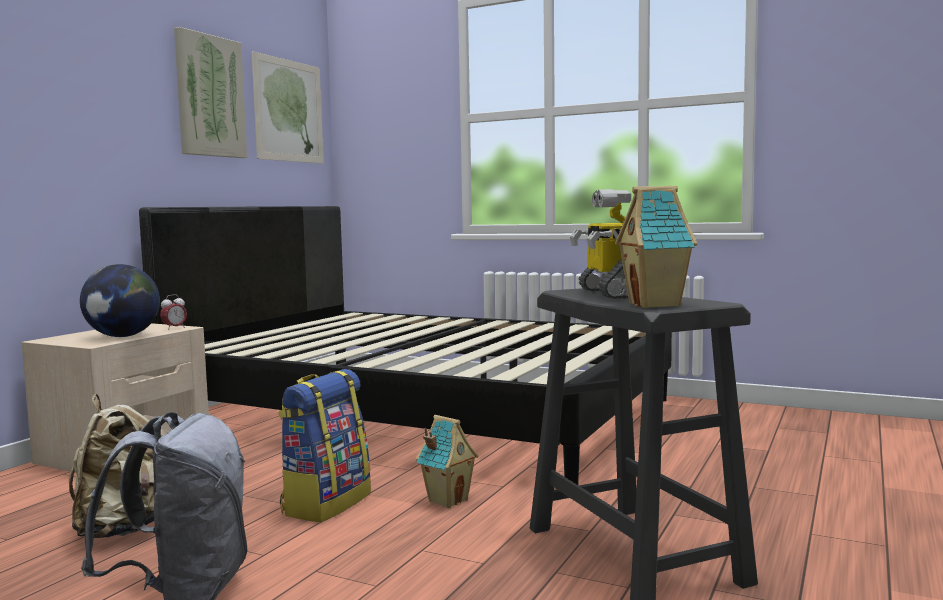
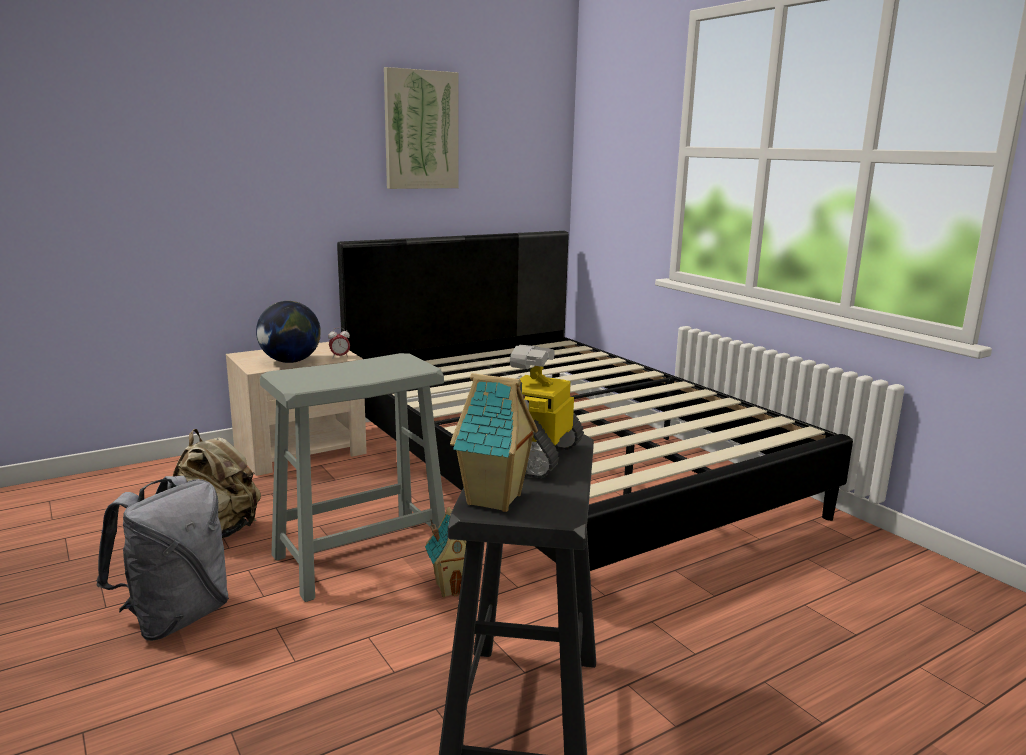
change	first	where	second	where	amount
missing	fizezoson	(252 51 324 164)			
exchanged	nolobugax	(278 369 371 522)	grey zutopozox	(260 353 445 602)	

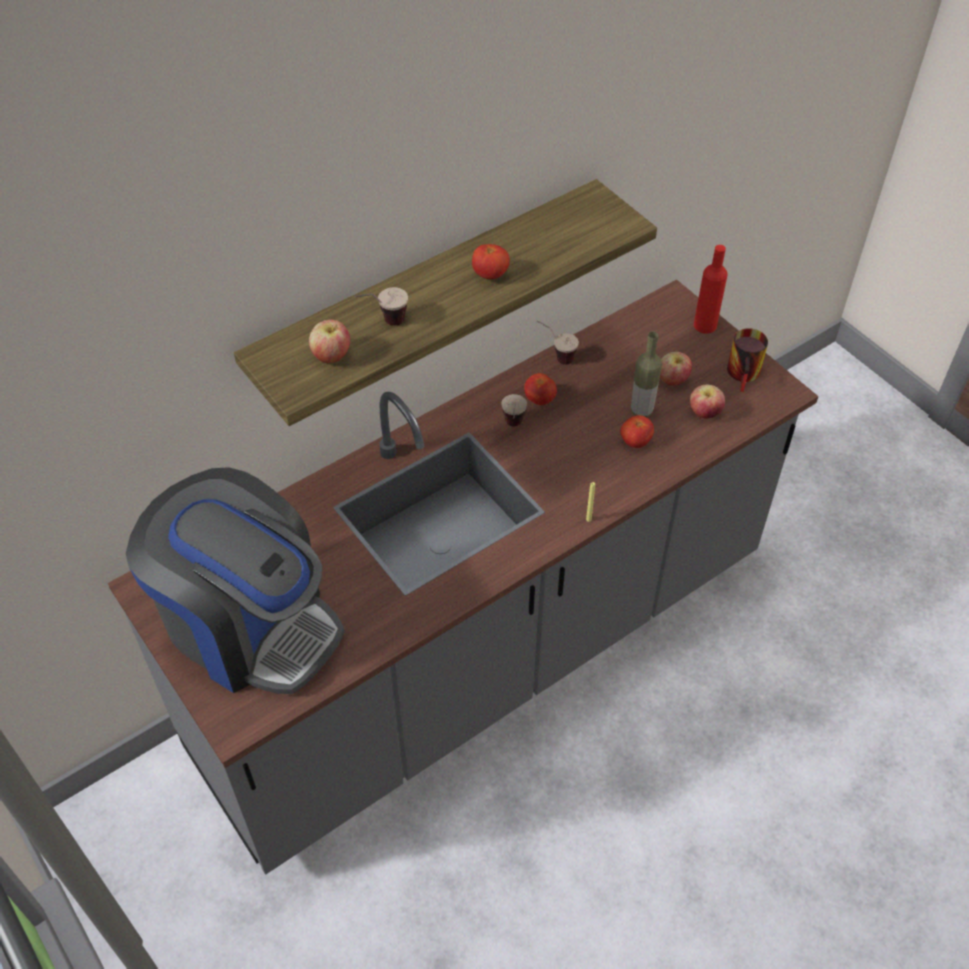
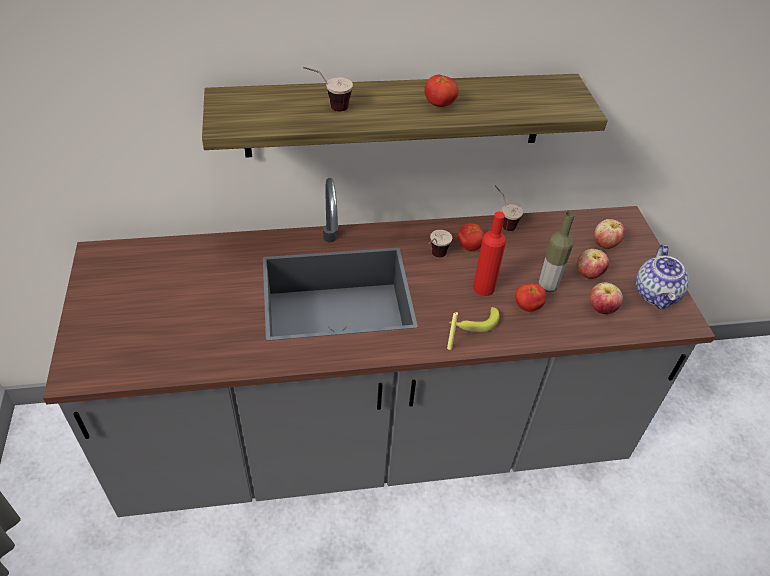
change	first	where	second	where	amount
missing	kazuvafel	(126 467 344 694)			
relocated	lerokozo	(309 319 350 363)		(594 219 625 249)	
relocated	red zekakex	(694 245 728 334)		(473 212 506 296)	
exchanged	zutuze	(727 328 768 392)	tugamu	(636 244 689 309)	
appeared			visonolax	(449 307 499 332)	

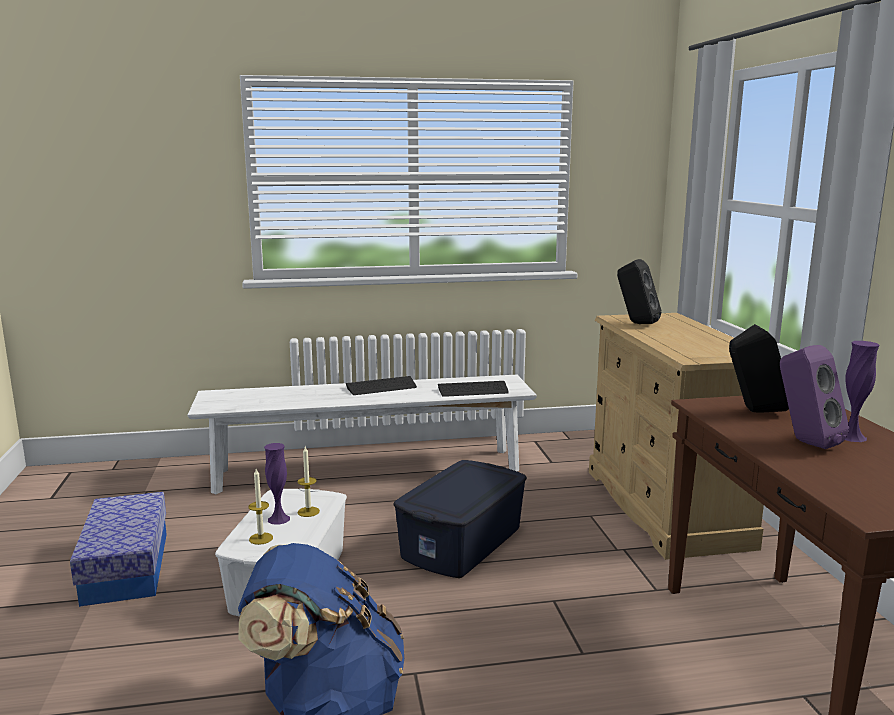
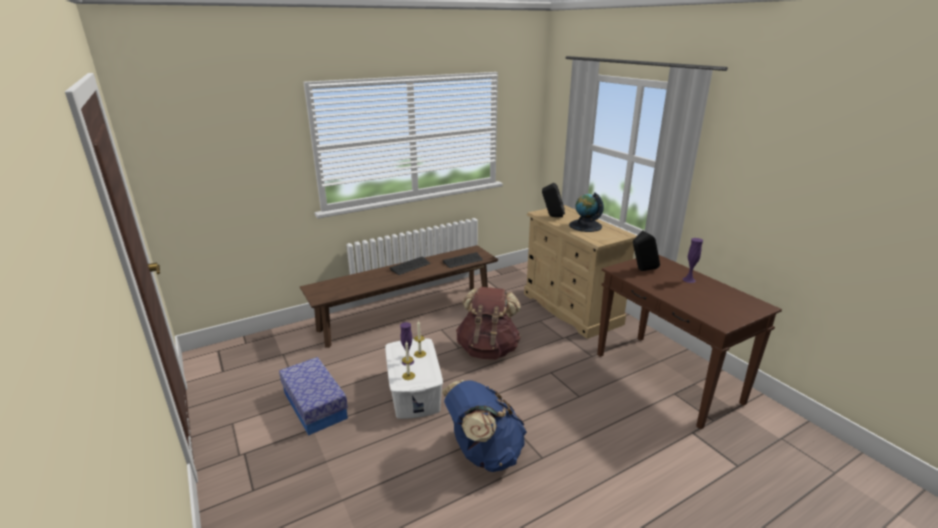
change	first	where	second	where	amount
colour	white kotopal	(188 375 537 494)	brown kotopal	(300 245 498 348)	
exchanged	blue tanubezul	(393 460 527 578)	brown nolobugax	(456 287 521 360)	
missing	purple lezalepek	(780 345 849 449)			
appeared			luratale	(569 193 604 232)	

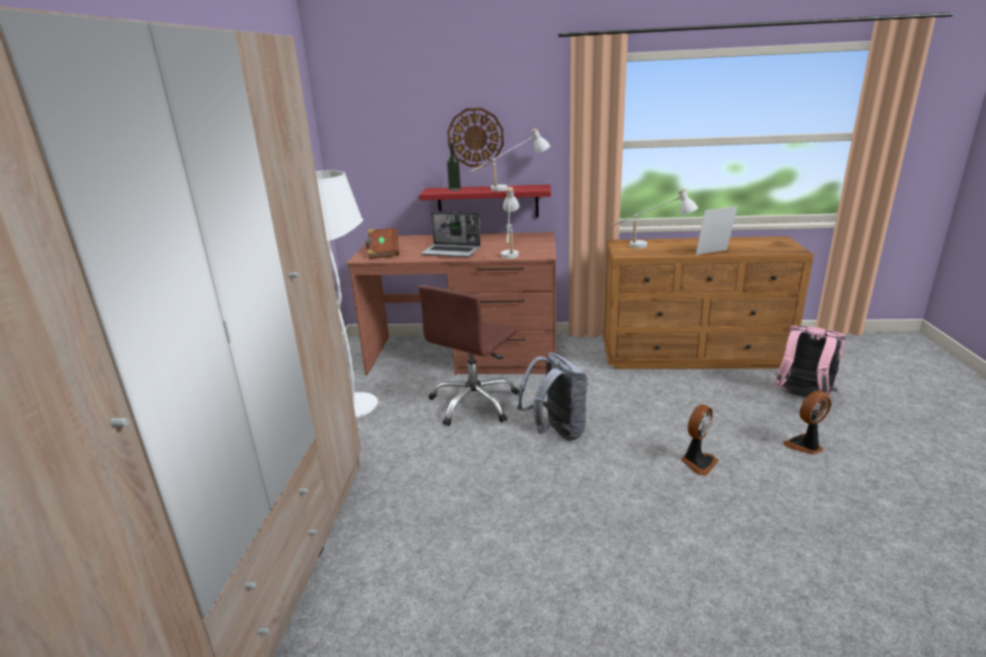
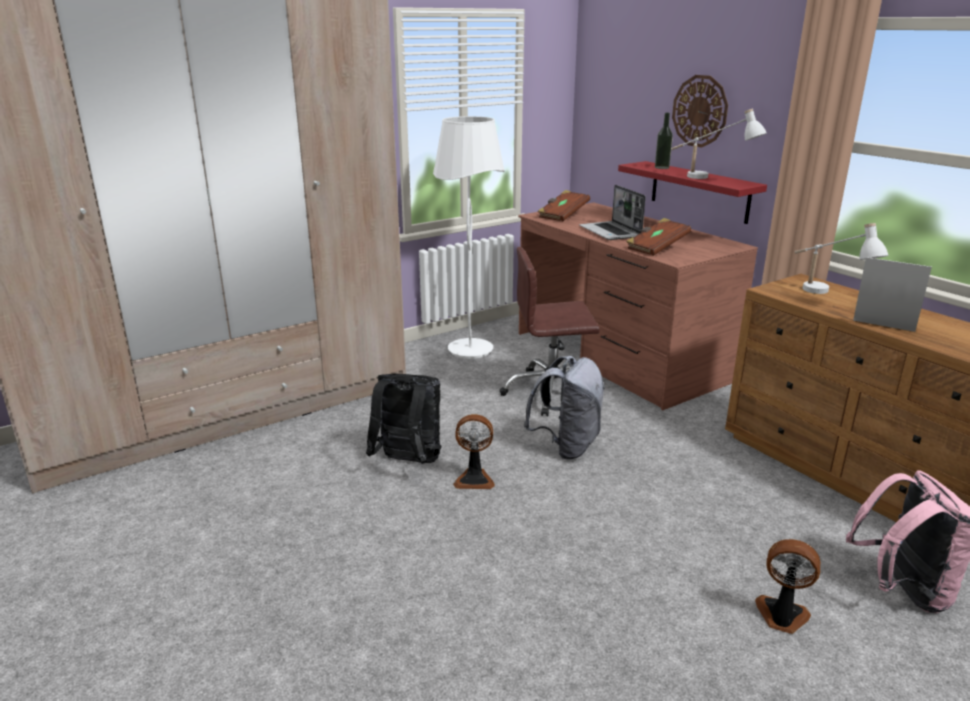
change	first	where	second	where	amount
exchanged	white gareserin	(501 187 519 259)	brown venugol	(626 218 691 256)	
relocated	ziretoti	(681 405 719 476)		(453 414 495 489)	
appeared			black nolobugax	(366 374 441 464)	

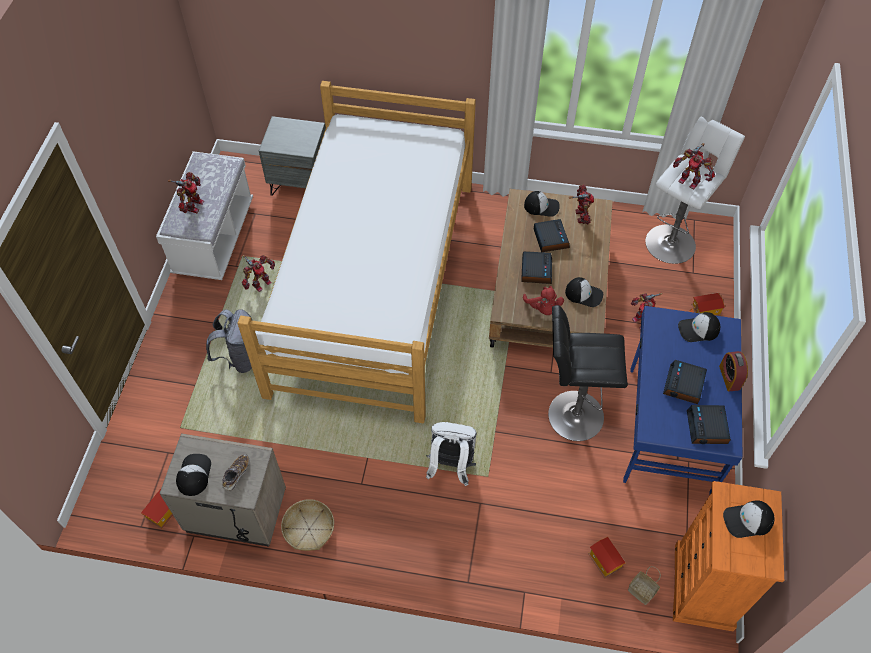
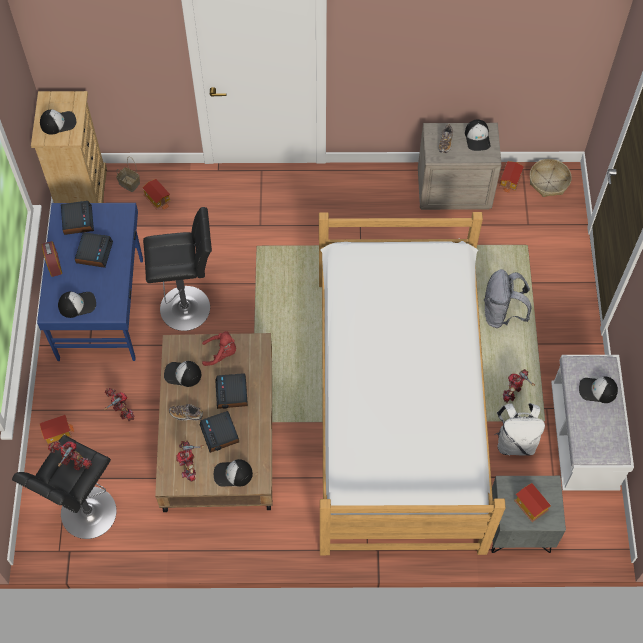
change	first	where	second	where	amount
exchanged	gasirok	(168 172 204 213)	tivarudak	(579 377 618 403)	
relocated	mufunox	(281 499 334 551)		(530 159 572 197)	
relocated	white nolobugax	(426 422 477 486)		(494 403 545 456)	
spun	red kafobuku	(523 286 564 315)		(202 331 236 366)	120 degrees clockwise
colour	white zutopozox	(645 117 745 264)	black zutopozox	(12 435 117 539)	
colour	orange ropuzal	(673 481 784 631)	beige ropuzal	(31 91 107 203)	
appeared			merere	(169 404 203 420)	
appeared			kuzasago	(514 483 551 522)	

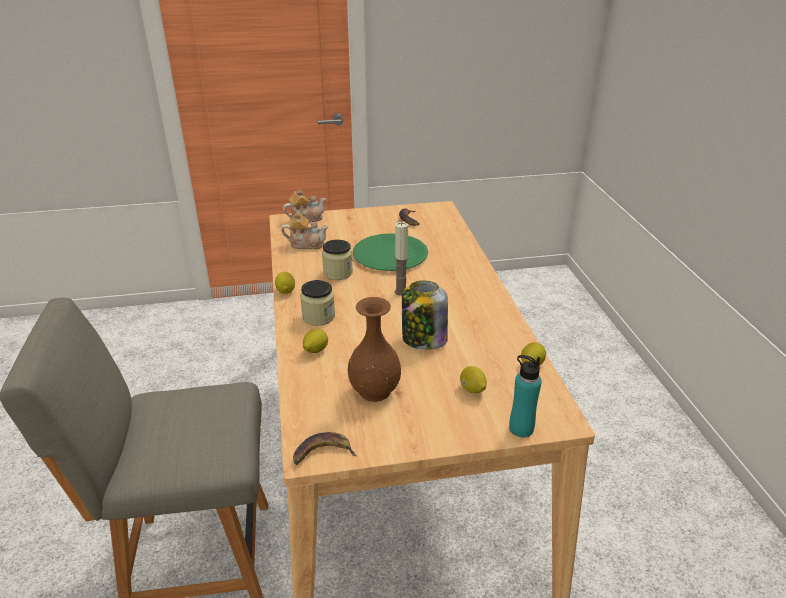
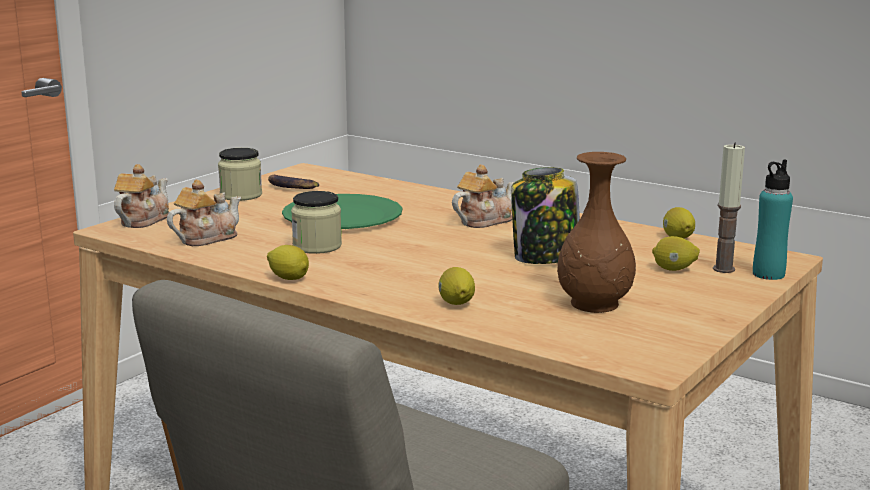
change	first	where	second	where	amount
missing	visonolax	(293 432 356 465)			
relocated	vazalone	(300 280 335 326)		(218 148 262 201)	
relocated	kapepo	(394 222 408 296)		(713 143 745 273)	
appeared			tugamu	(452 165 514 228)	

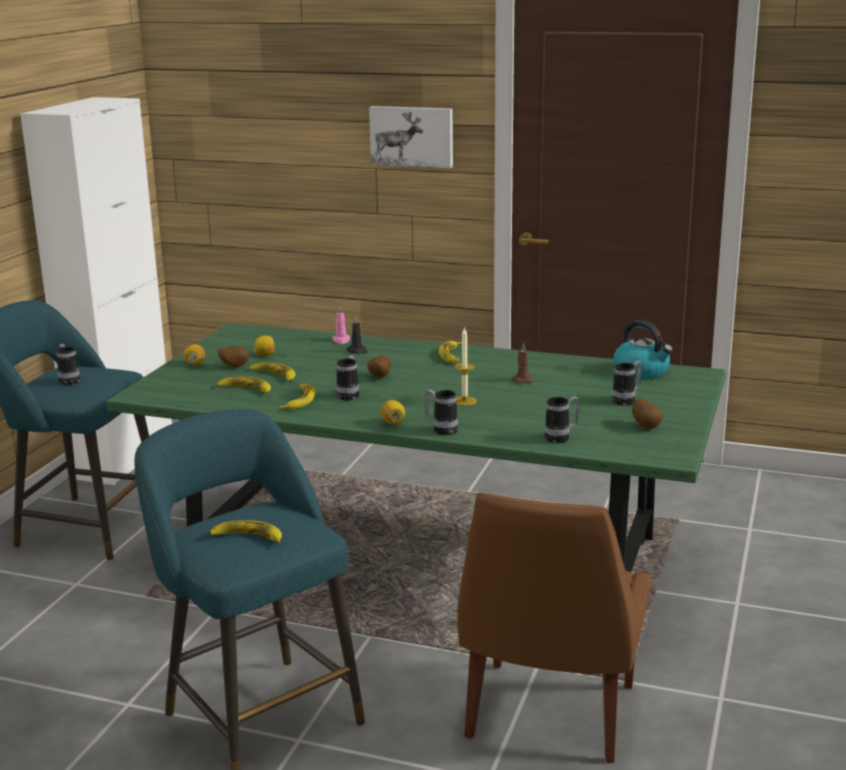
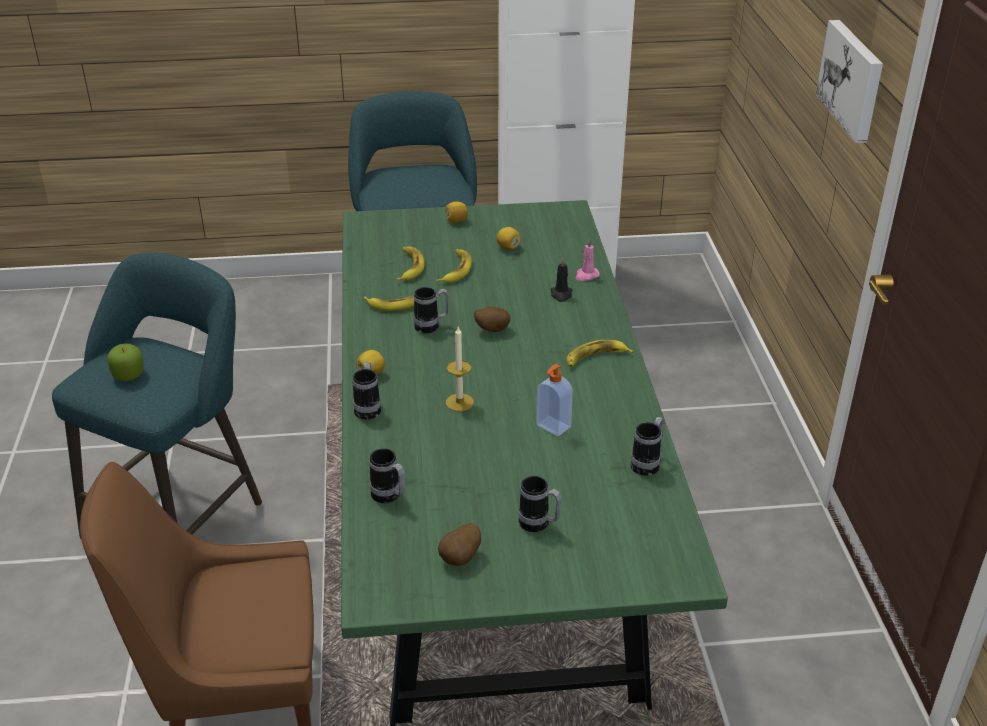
change	first	where	second	where	amount
relocated	zutuze	(56 344 80 385)		(631 417 664 476)	
exchanged	visonolax	(209 520 282 544)	lerokozo	(107 344 144 381)	
missing	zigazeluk	(217 346 249 368)			
exchanged	brown kapepo	(512 342 534 384)	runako	(536 364 573 436)	
missing	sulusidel	(613 320 673 379)			

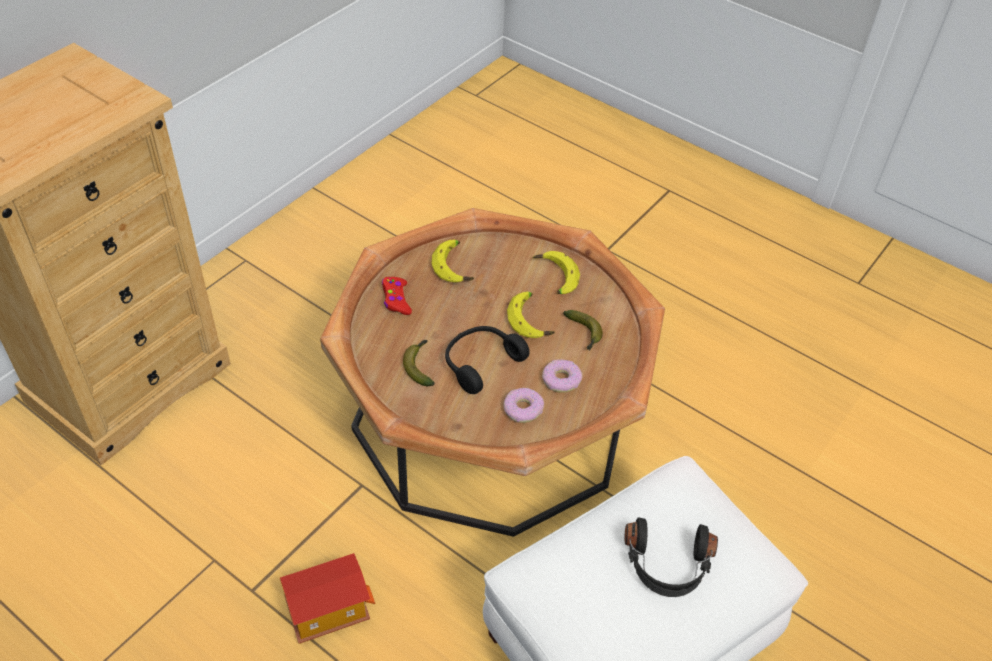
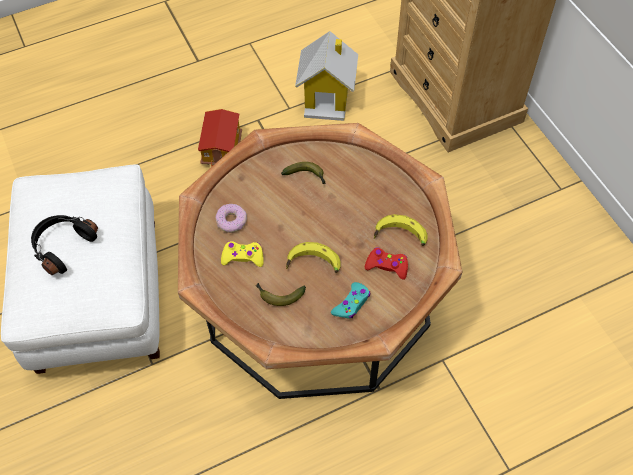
change	first	where	second	where	amount
relocated	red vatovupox	(382 277 412 315)		(365 247 408 280)	
missing	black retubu	(445 326 530 394)			
exchanged	visonolax	(533 251 580 294)	turquoise vatovupox	(331 282 370 318)	
exchanged	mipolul	(542 360 583 393)	yellow vatovupox	(221 241 264 267)	
appeared			kuzasago	(295 31 358 121)	

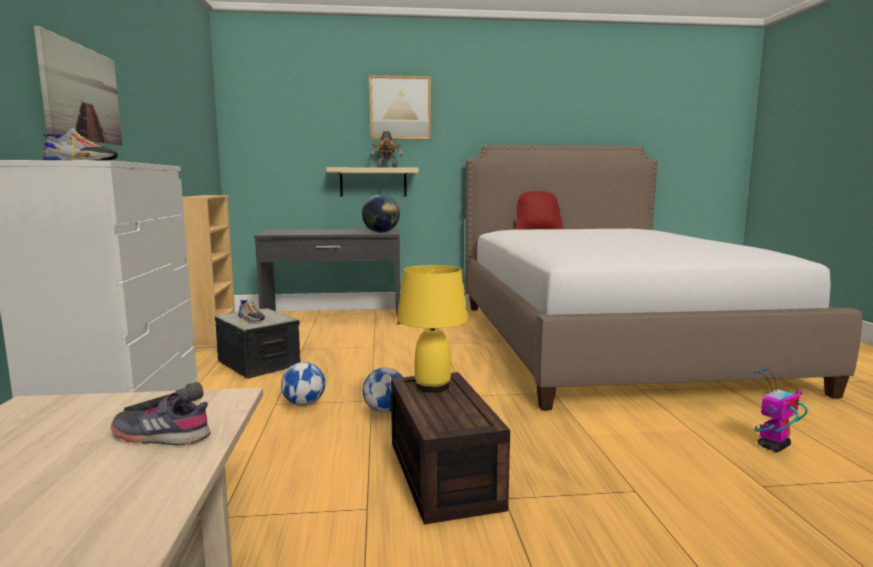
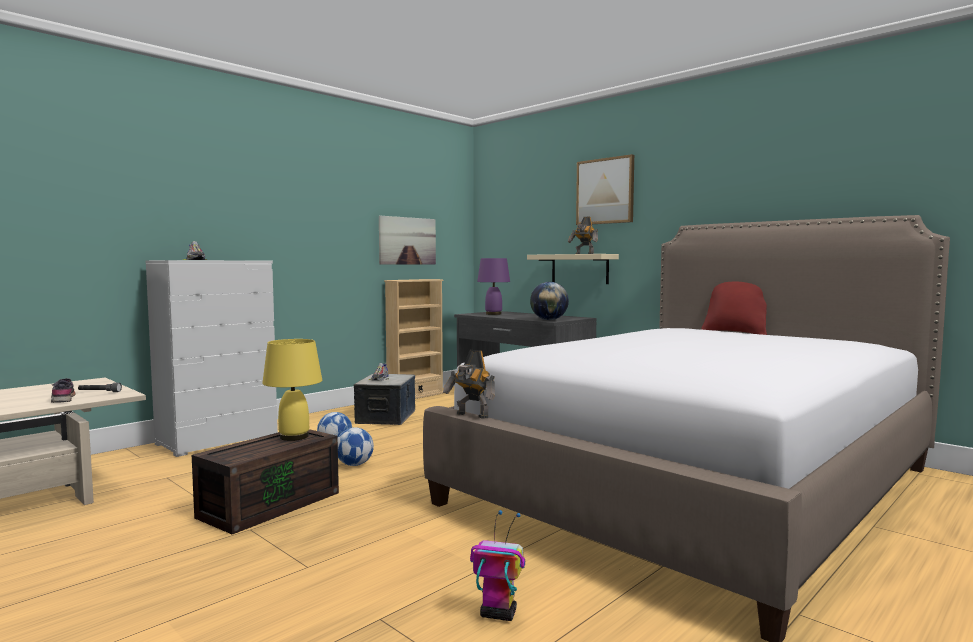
change	first	where	second	where	amount
relocated	fizezoson	(34 26 122 145)		(379 216 436 265)	
appeared			gasirok	(443 350 495 419)	
appeared			purple gareserin	(477 258 510 315)	

